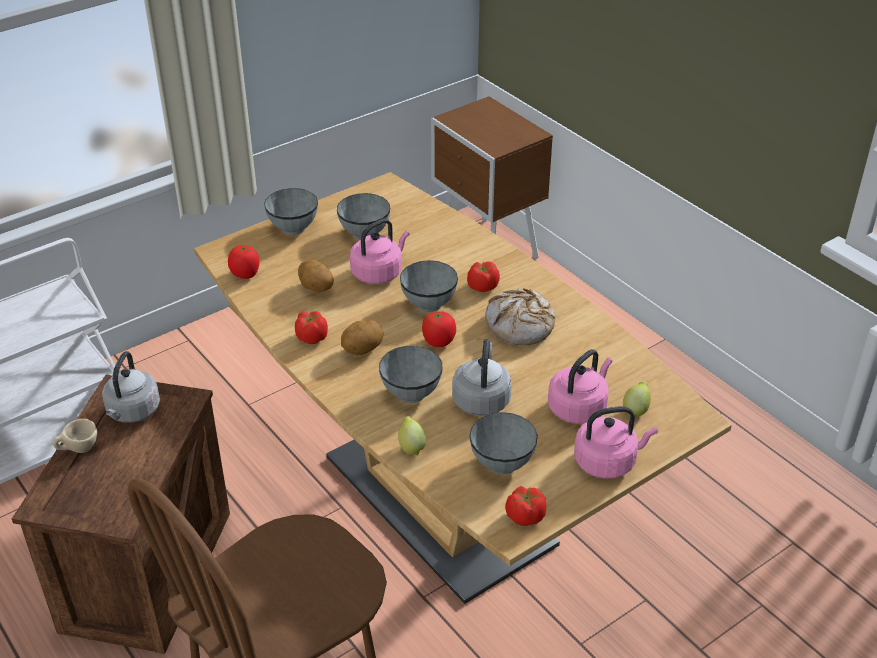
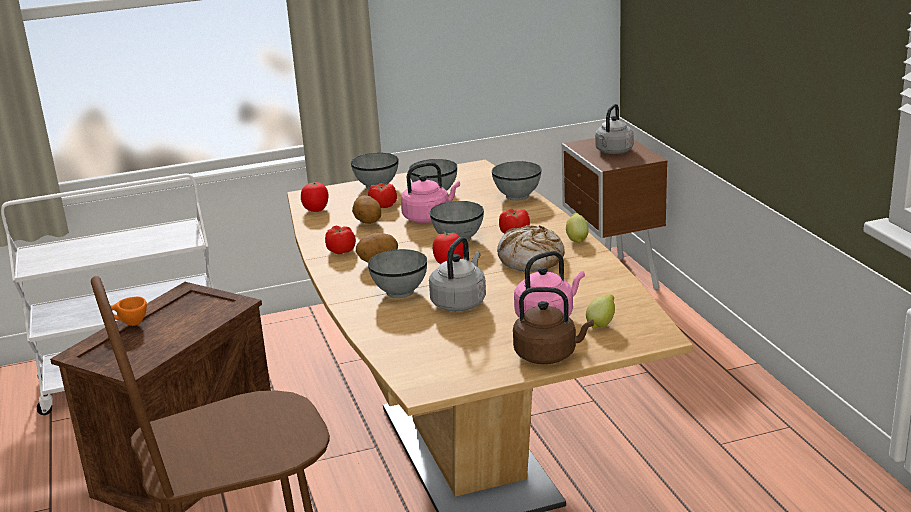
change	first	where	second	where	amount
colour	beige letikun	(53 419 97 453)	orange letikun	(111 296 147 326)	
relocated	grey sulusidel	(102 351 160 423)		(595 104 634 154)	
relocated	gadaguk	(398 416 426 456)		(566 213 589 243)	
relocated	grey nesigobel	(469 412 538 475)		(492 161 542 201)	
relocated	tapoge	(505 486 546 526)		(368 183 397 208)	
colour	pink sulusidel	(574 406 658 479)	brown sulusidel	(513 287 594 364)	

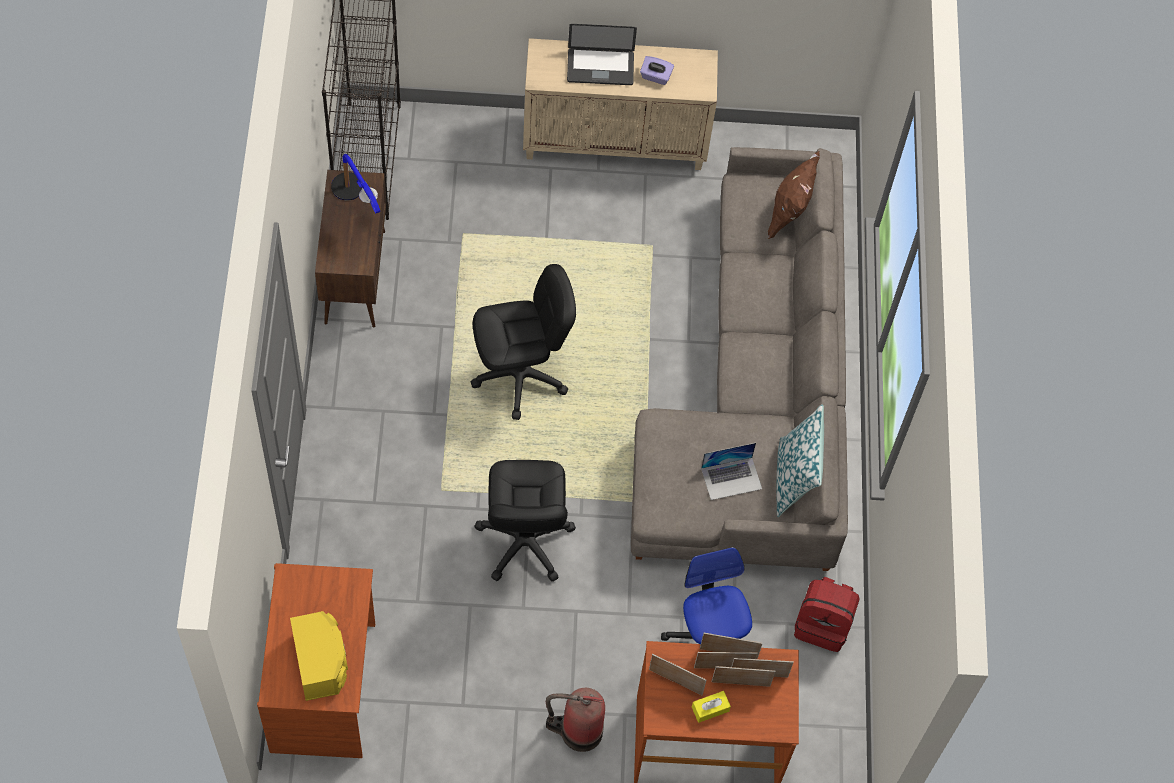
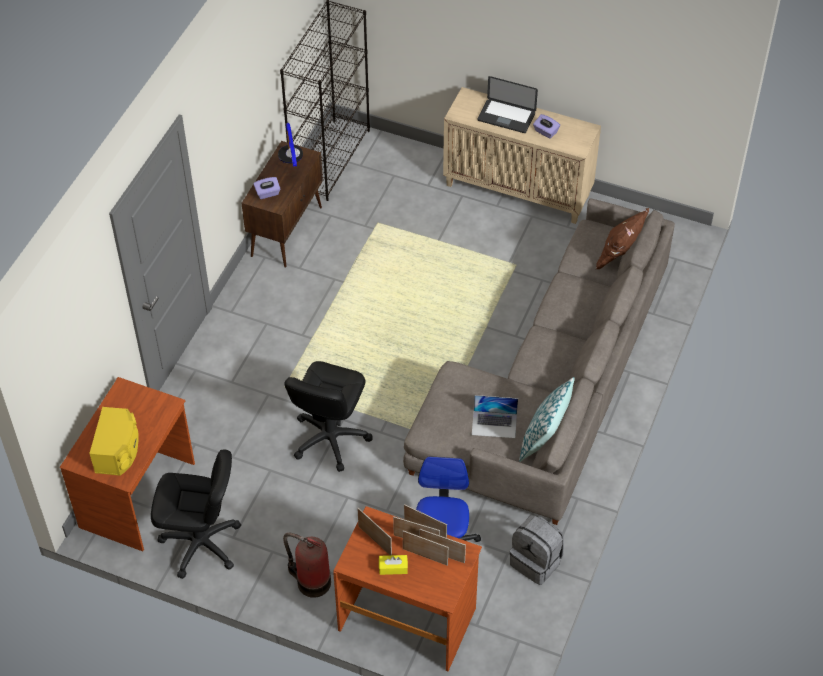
change	first	where	second	where	amount
relocated	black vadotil	(471 264 576 420)		(151 449 241 579)	
colour	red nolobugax	(794 577 860 652)	grey nolobugax	(510 515 564 585)	
appeared			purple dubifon	(253 177 280 199)	

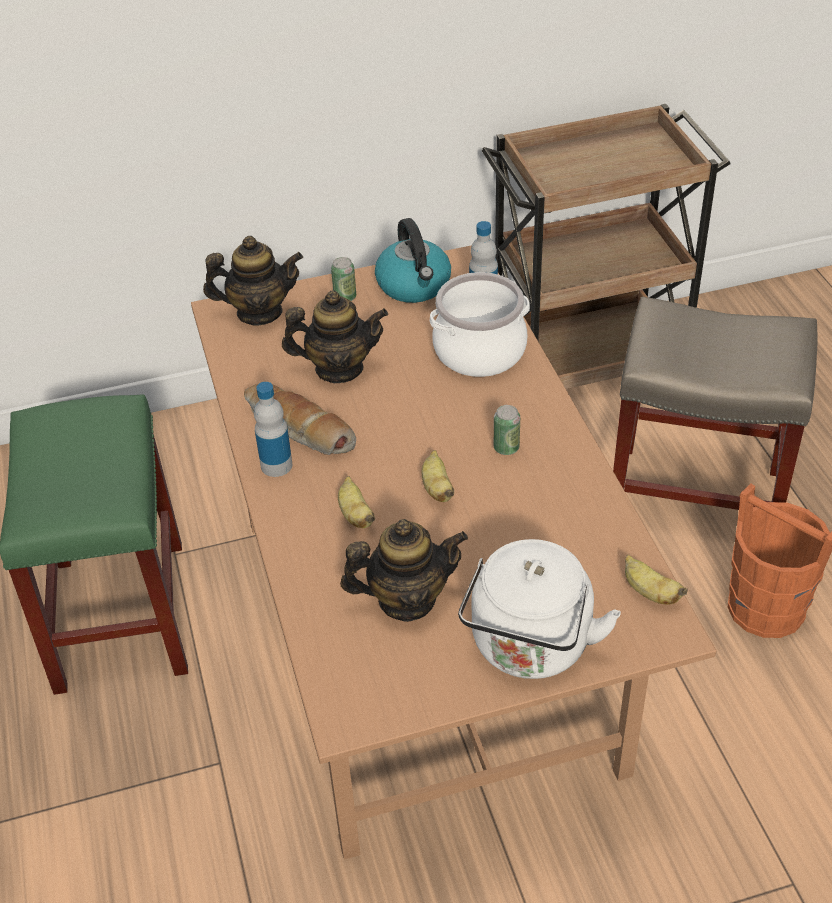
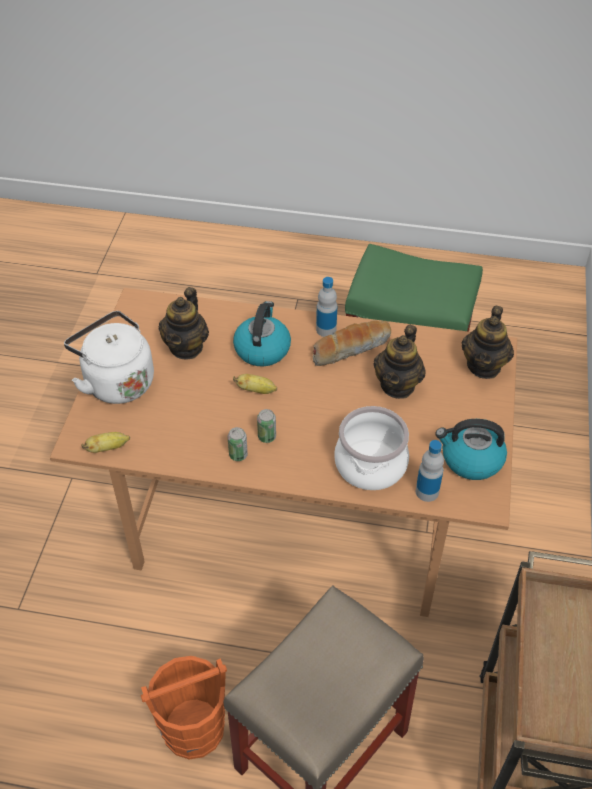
change	first	where	second	where	amount
relocated	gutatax	(331 257 356 301)		(228 427 248 461)	
exchanged	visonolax	(338 476 375 528)	sulusidel	(233 301 291 367)	

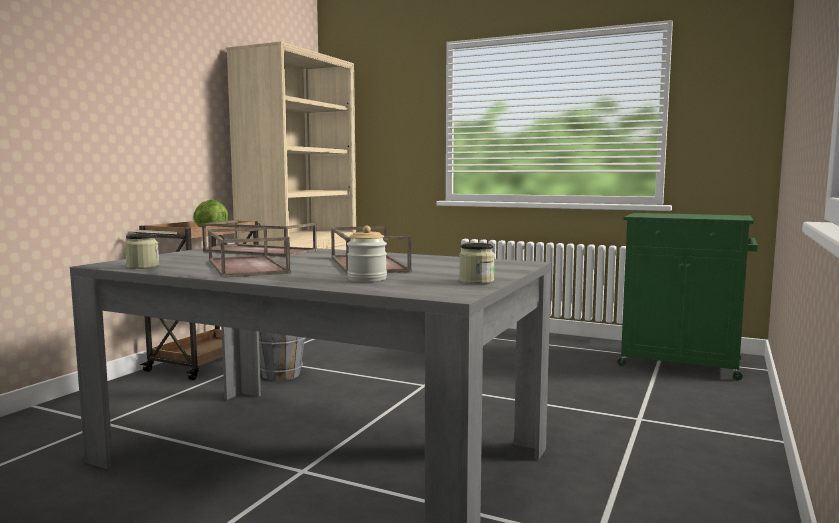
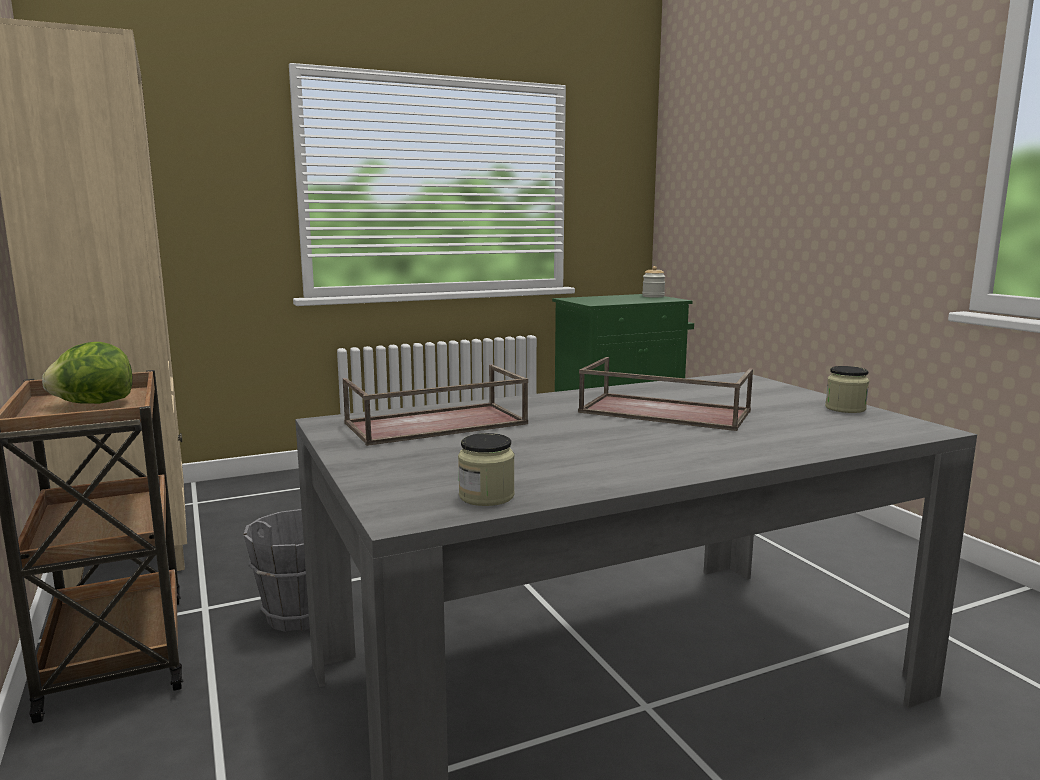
change	first	where	second	where	amount
missing	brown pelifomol	(208 227 291 278)			
relocated	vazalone	(347 226 387 282)		(642 266 666 297)	

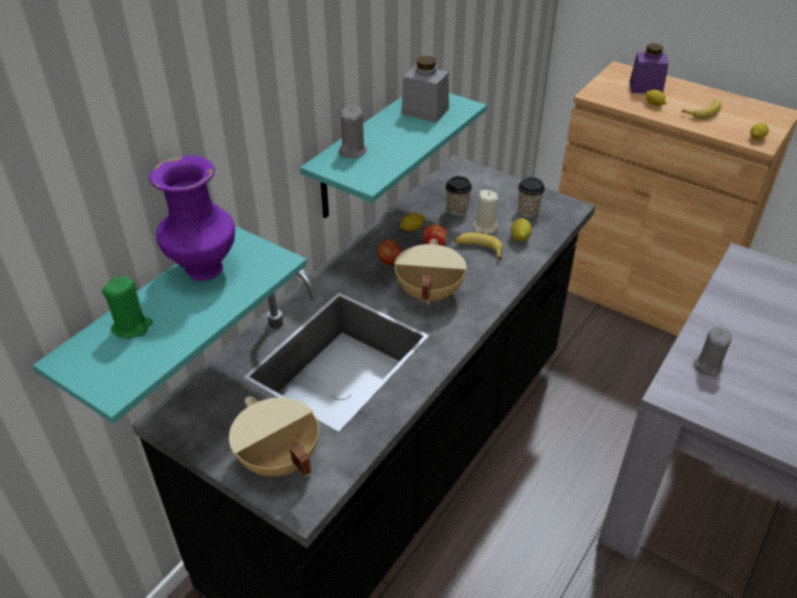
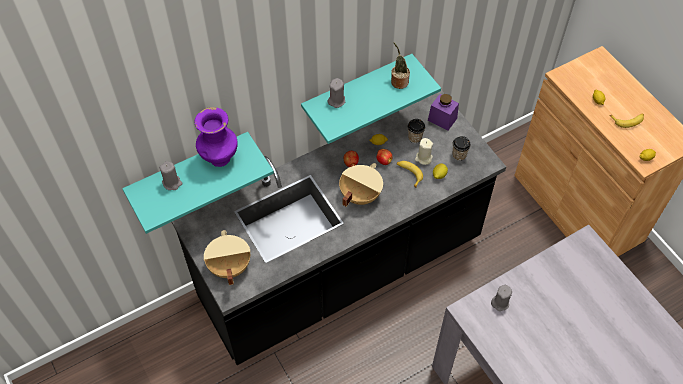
change	first	where	second	where	amount
colour	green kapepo	(102 276 153 339)	grey kapepo	(159 161 183 190)	
exchanged	grey vazalone	(401 56 449 123)	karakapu	(391 42 410 89)	
relocated	purple vazalone	(629 43 669 94)		(428 94 459 131)	

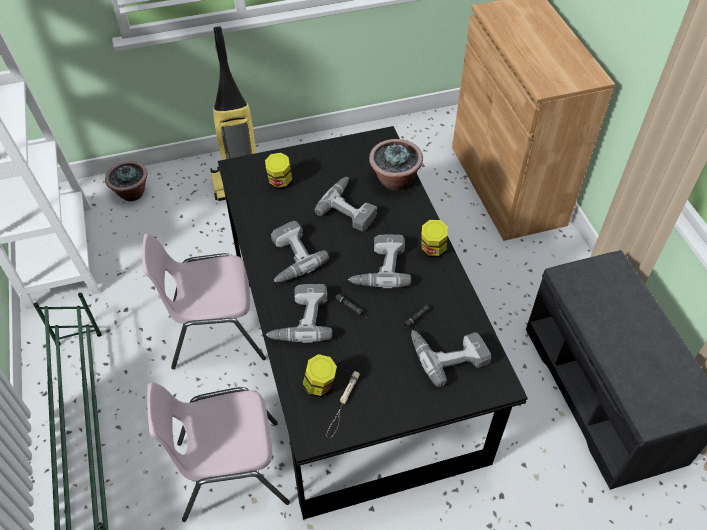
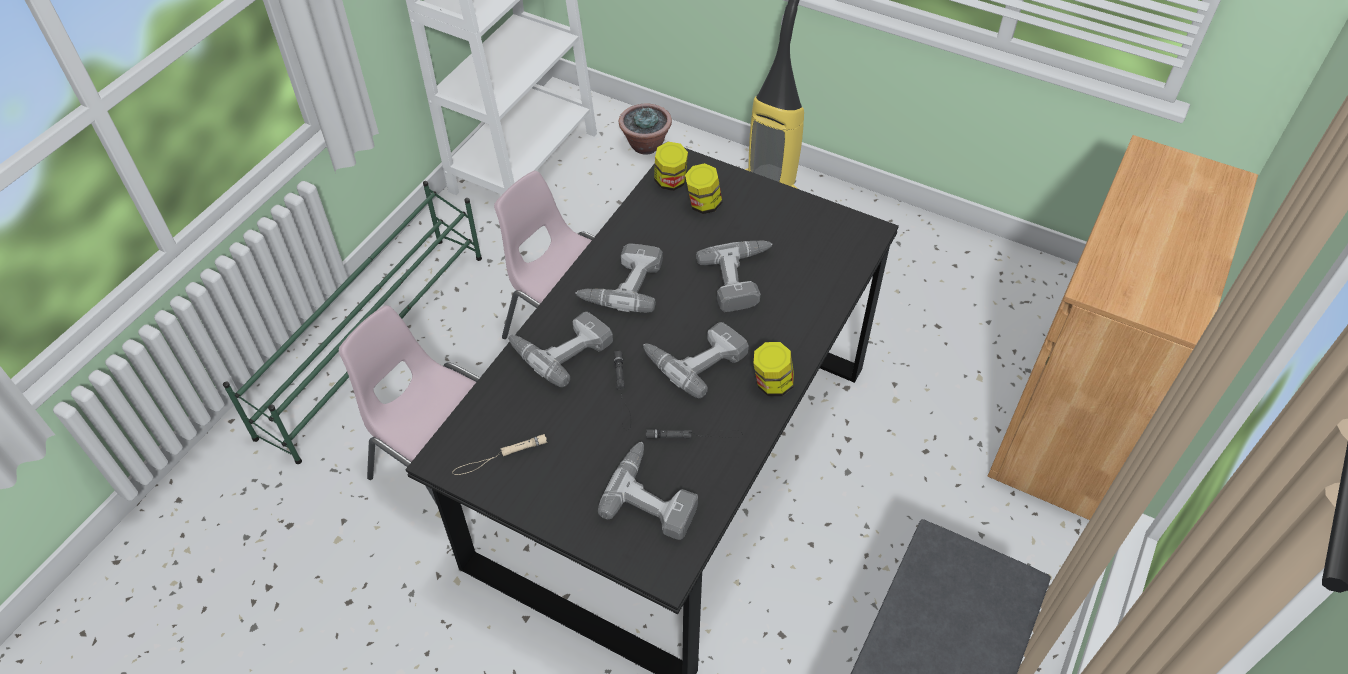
change	first	where	second	where	amount
relocated	vazalone	(302 354 337 398)		(654 142 688 191)	
missing	karakapu	(369 139 423 190)			

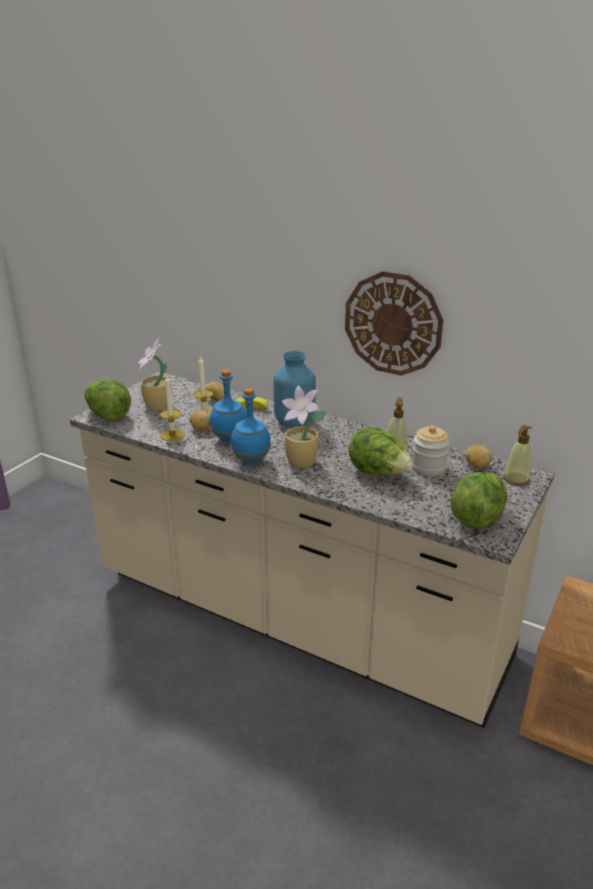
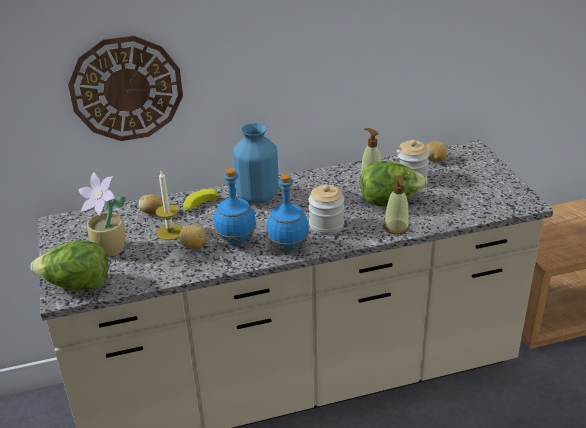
change	first	where	second	where	amount
missing	kapepo	(160 375 185 441)			
exchanged	karakapu	(282 385 326 468)	vazalone	(309 185 344 235)	
relocated	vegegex	(345 271 443 376)		(68 36 183 141)	
missing	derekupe	(450 472 507 529)			
relocated	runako	(504 425 532 486)		(384 175 409 234)	

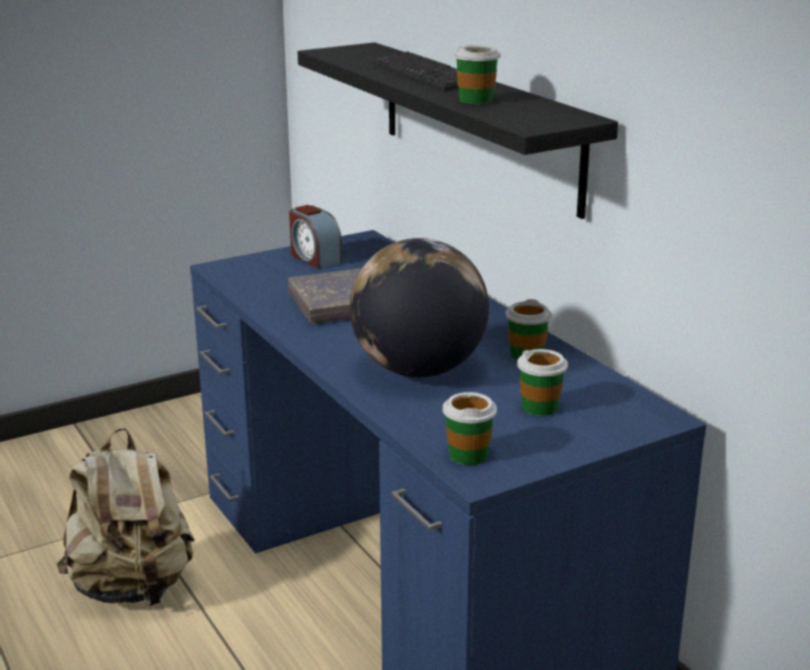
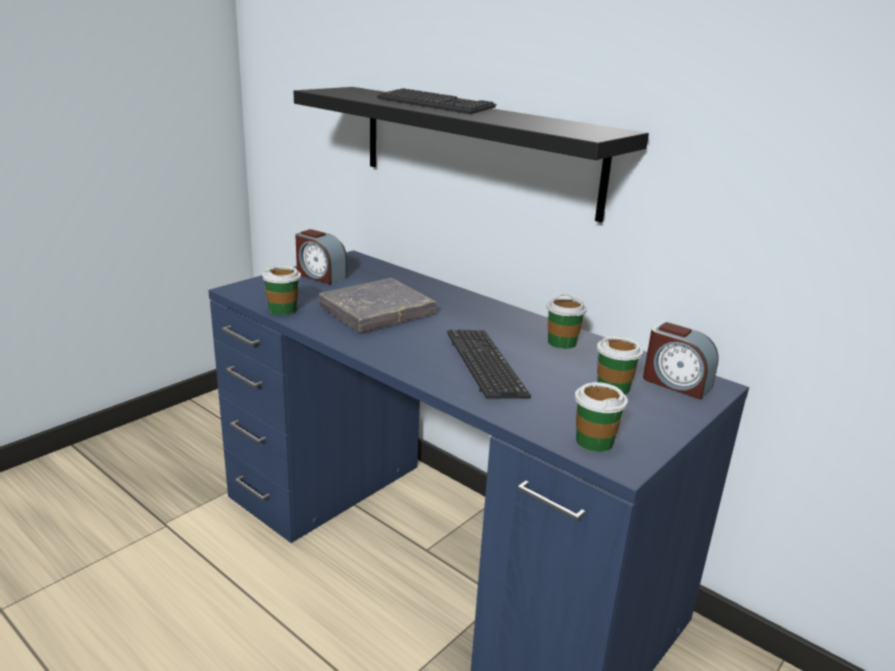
change	first	where	second	where	amount
missing	beige nolobugax	(57 428 195 607)			
exchanged	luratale	(350 238 489 377)	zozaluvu	(447 329 531 399)	
relocated	letikun	(454 45 501 104)		(262 266 301 315)	
appeared			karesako	(643 322 719 400)	

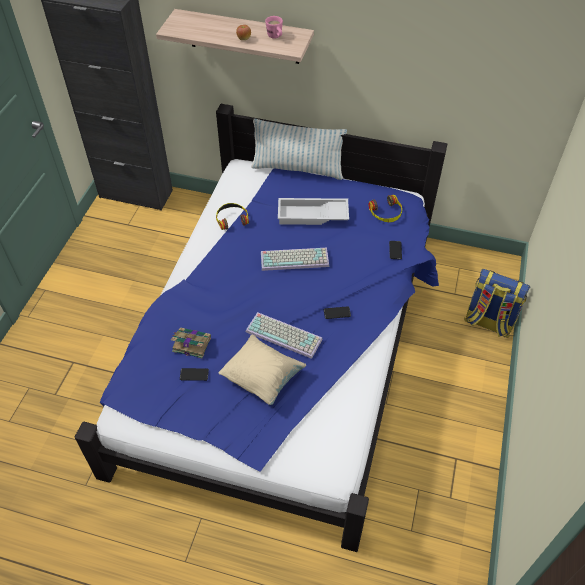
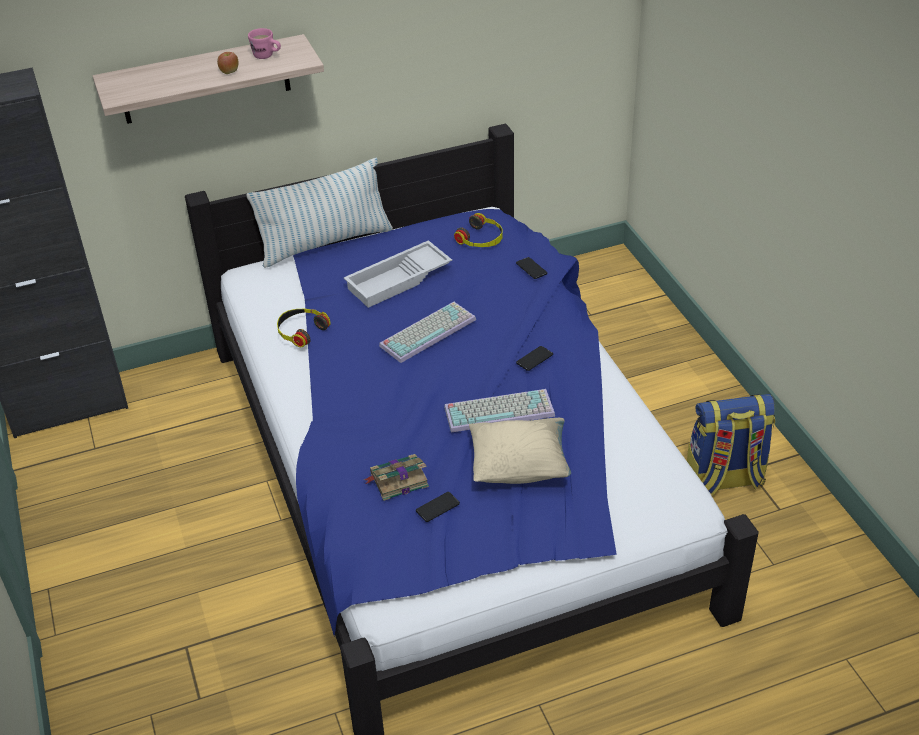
change	first	where	second	where	amount
relocated	nolobugax	(465 269 530 338)		(687 394 775 495)	

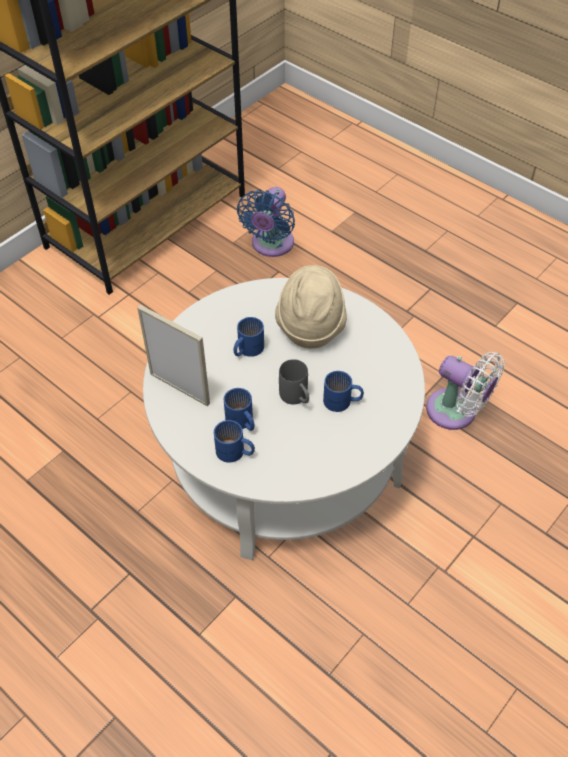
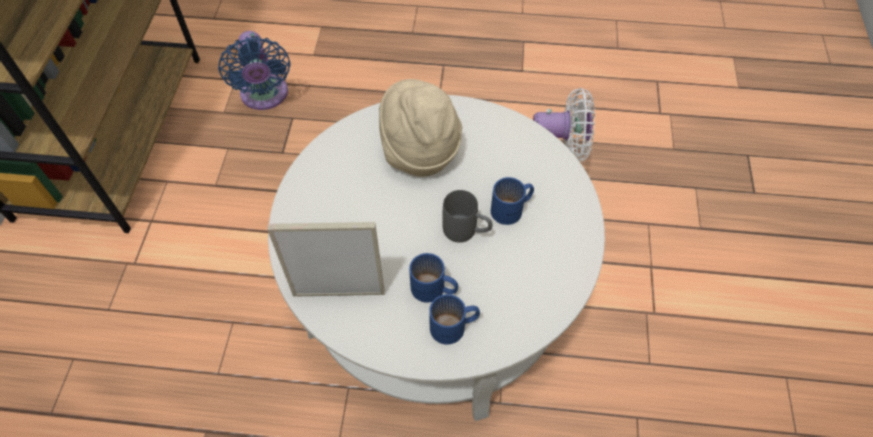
change	first	where	second	where	amount
missing	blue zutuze	(234 317 264 357)			

